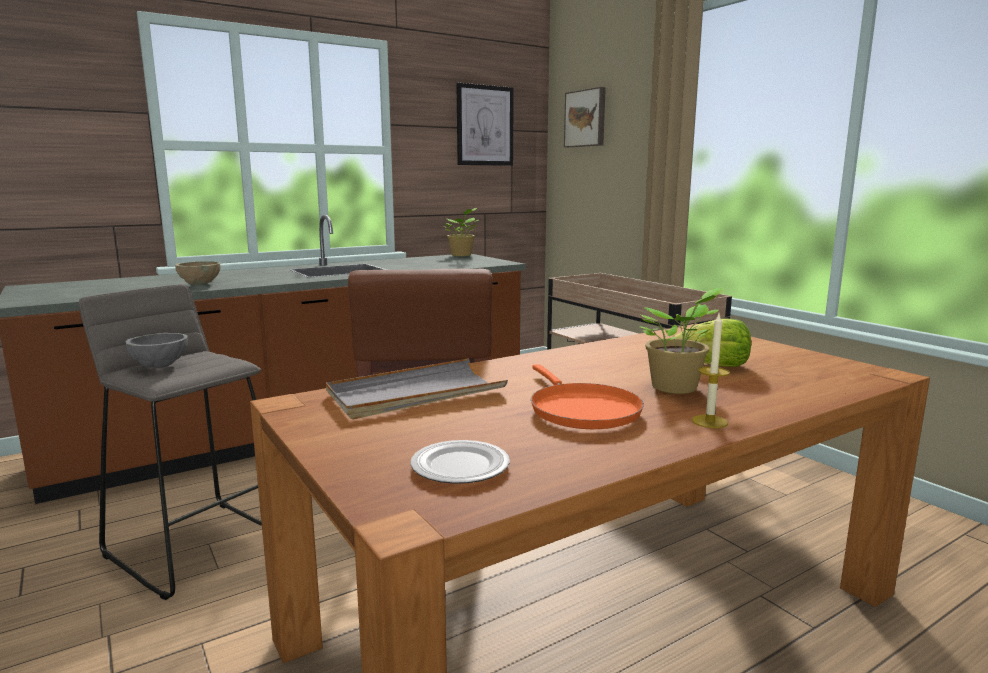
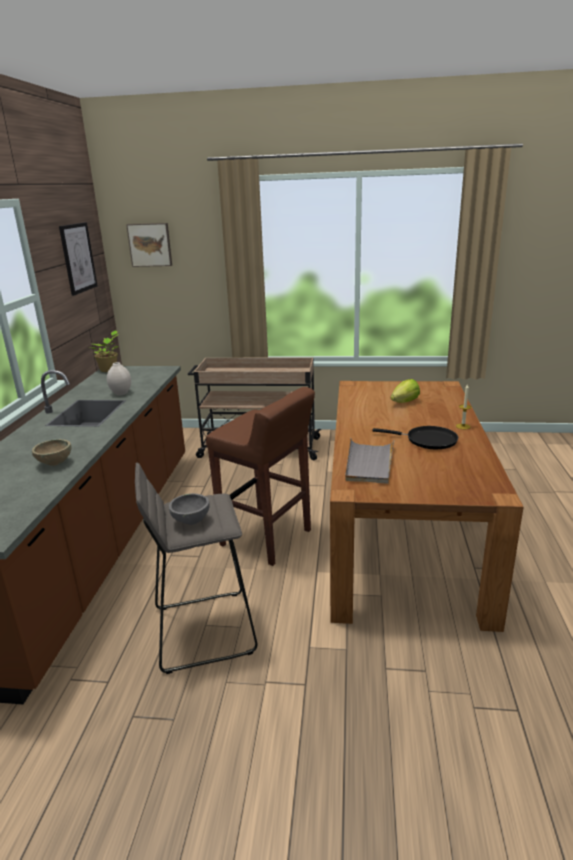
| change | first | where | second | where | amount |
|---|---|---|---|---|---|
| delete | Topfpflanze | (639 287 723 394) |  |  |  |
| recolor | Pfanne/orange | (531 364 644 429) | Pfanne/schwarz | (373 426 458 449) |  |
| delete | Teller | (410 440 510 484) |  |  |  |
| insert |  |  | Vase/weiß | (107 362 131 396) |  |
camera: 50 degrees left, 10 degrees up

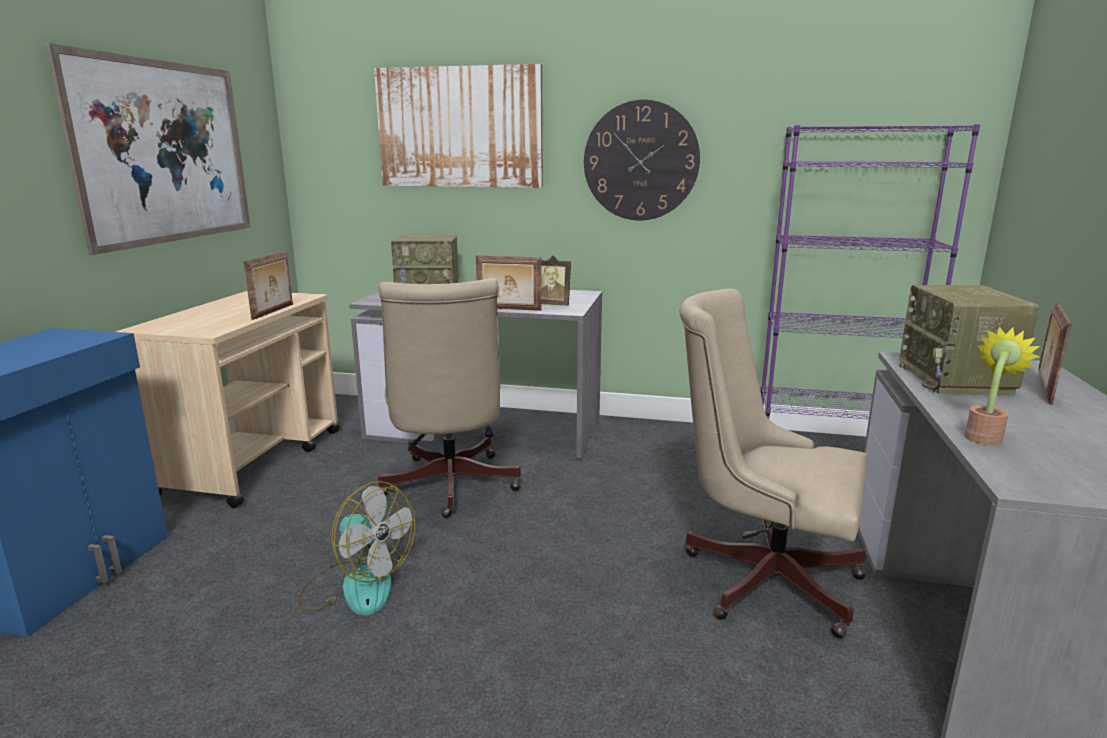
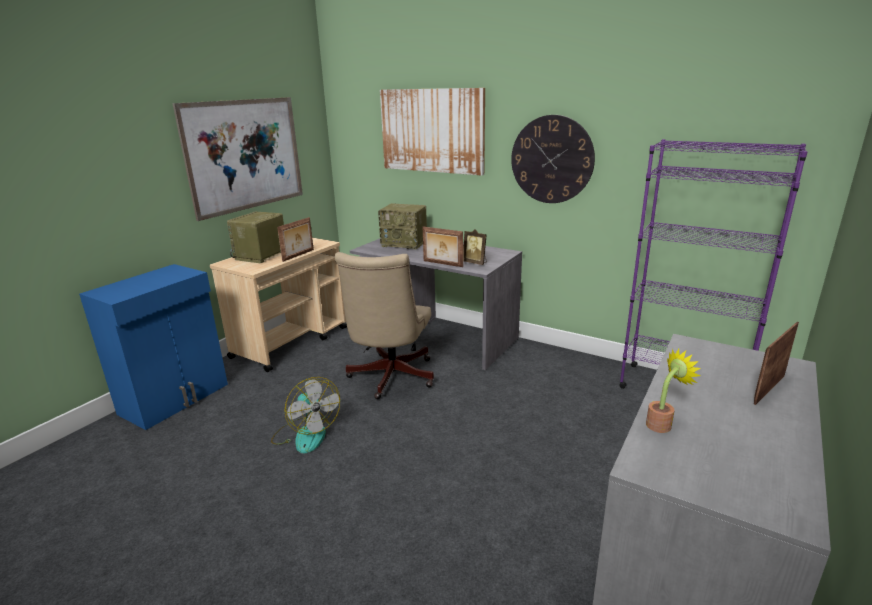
| change | first | where | second | where | amount |
|---|---|---|---|---|---|
| move | Radio | (899 285 1039 396) |  | (227 211 284 263) |  |
| delete | Bürostuhl/beige | (679 288 867 638) |  |  |  |
camera: 20 degrees right, 5 degrees up

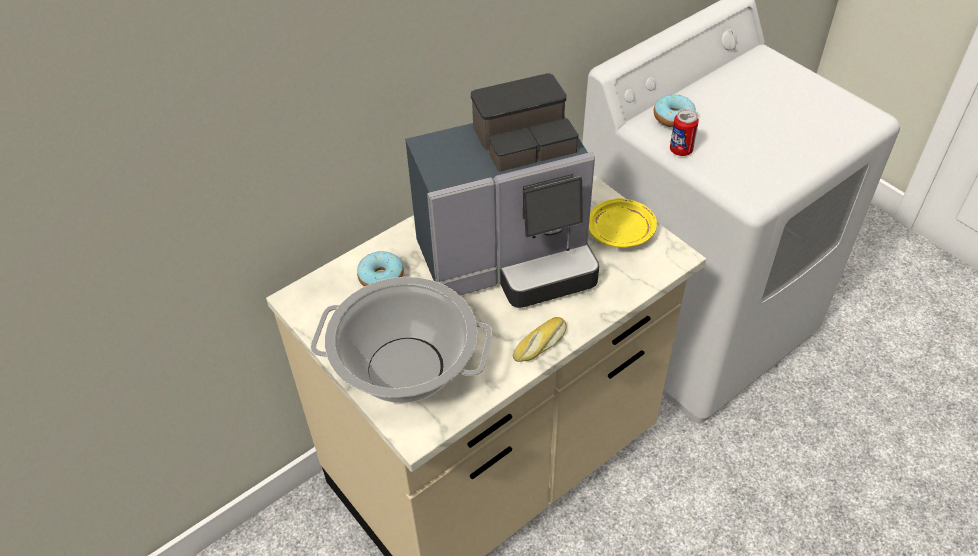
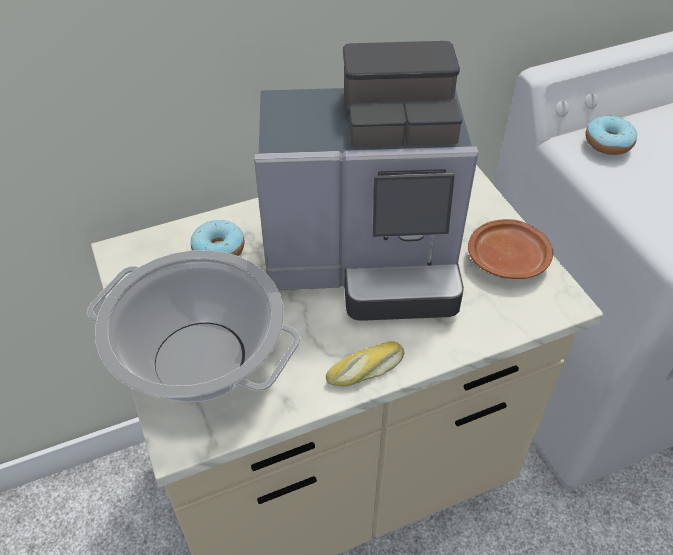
| change | first | where | second | where | amount |
|---|---|---|---|---|---|
| delete | Dose | (670 110 699 156) |  |  |  |
| recolor | Teller/gelb | (589 198 657 248) | Teller/braun | (468 219 554 279) |  |
camera: 15 degrees right, 0 degrees up

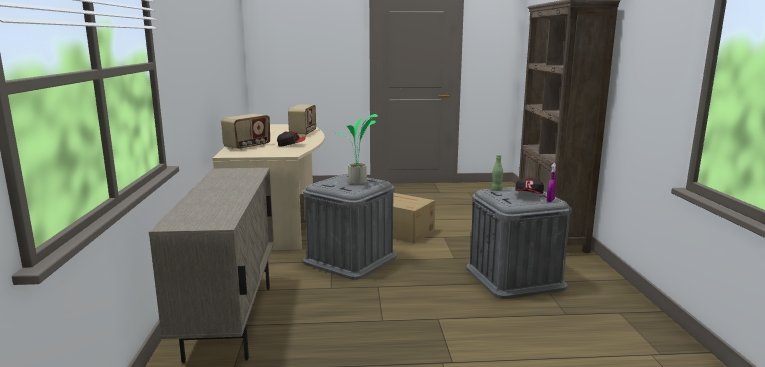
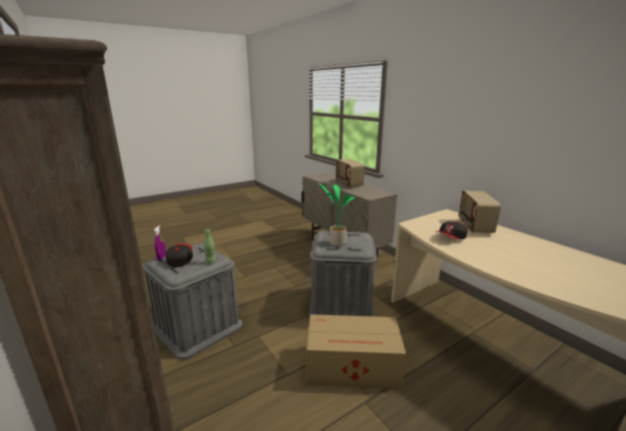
| change | first | where | second | where | amount |
|---|---|---|---|---|---|
| move | Radio | (288 105 316 136) |  | (336 159 365 188) |  |
camera: 150 degrees right, 5 degrees up

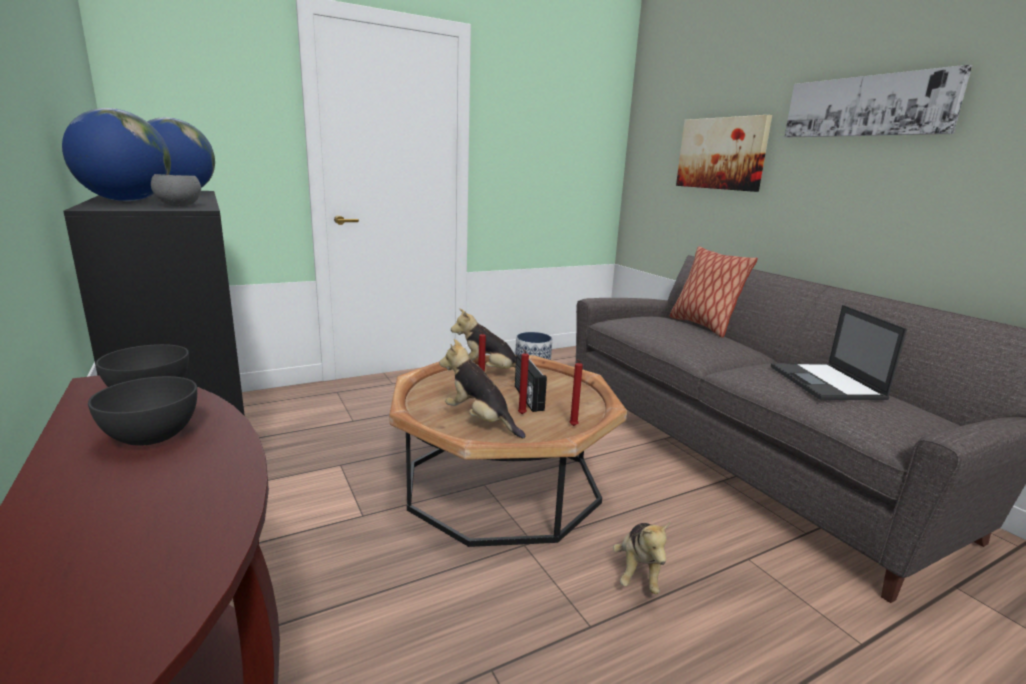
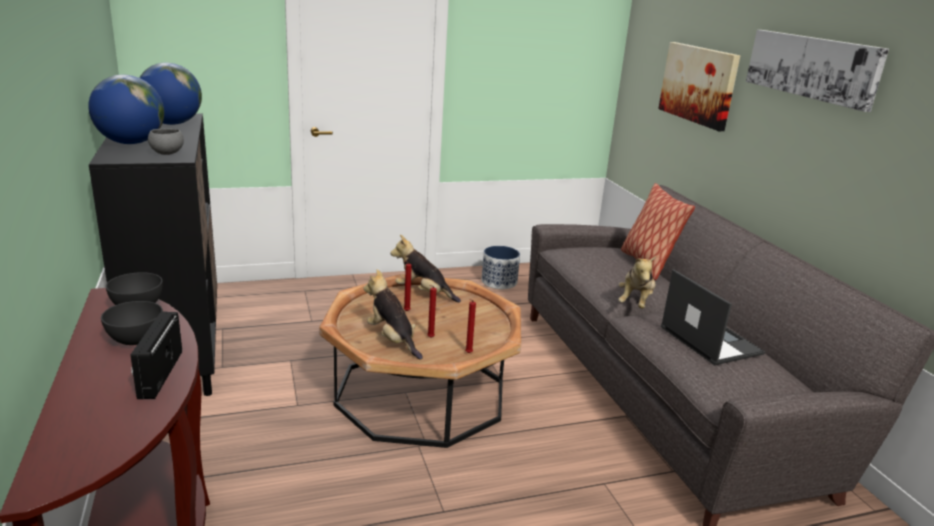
| change | first | where | second | where | amount |
|---|---|---|---|---|---|
| rotate | Laptop | (771 305 907 400) |  | (661 269 765 365) | 150 degrees clockwise |
| move | Radio | (515 355 547 412) |  | (131 311 182 399) |  |
| move | Plüschtier | (613 522 670 594) |  | (618 256 656 308) |  |
camera: 10 degrees right, 5 degrees up

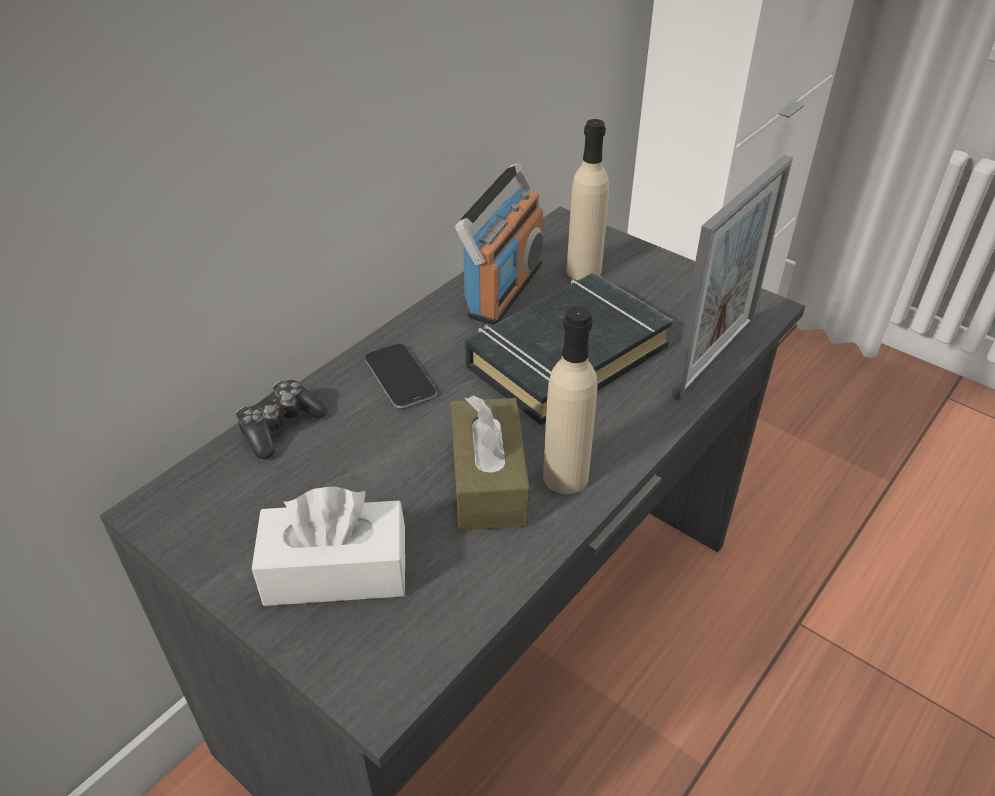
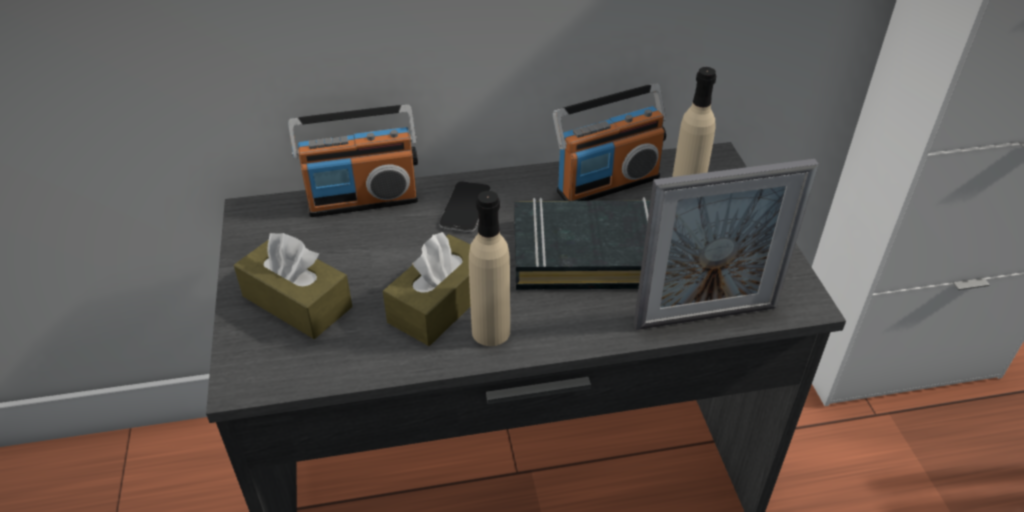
| change | first | where | second | where | amount |
|---|---|---|---|---|---|
| replace | Gamepad | (235 380 328 459) | Radio | (288 104 418 217) |  |
| recolor | Taschentuchbox/weiß | (252 486 405 606) | Taschentuchbox/braun | (234 233 352 339) |  |
camera: 40 degrees right, 0 degrees up

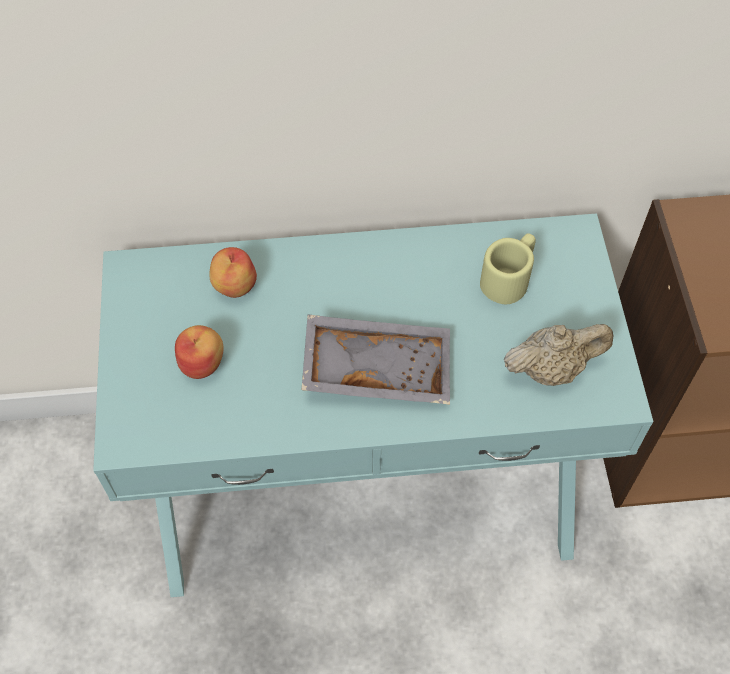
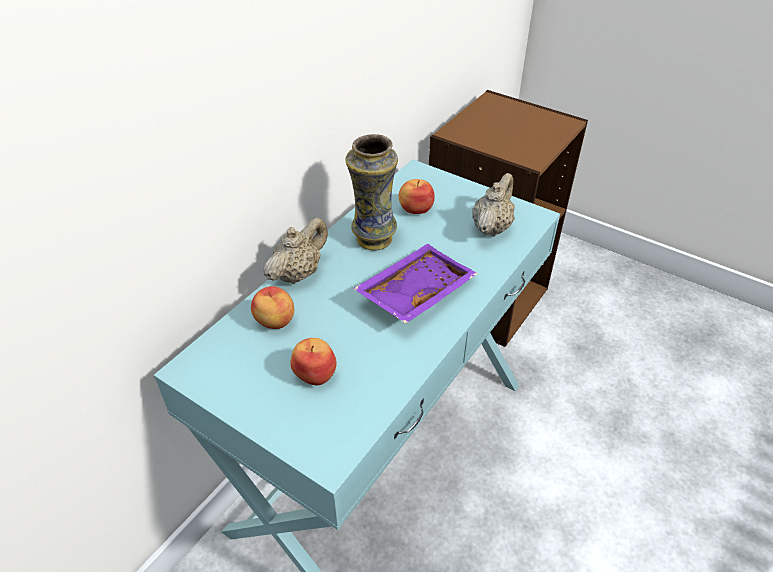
| change | first | where | second | where | amount |
|---|---|---|---|---|---|
| replace | Henkelbecher/beige | (480 233 536 304) | Apfel | (399 179 435 214) |  |
| recolor | Tablett/grau | (301 315 450 405) | Tablett/lila | (353 244 478 324) |  |
| insert |  |  | Vase | (345 134 398 251) |  |
| insert |  |  | Teekanne/beige | (264 217 328 284) |  |
camera: 50 degrees left, 15 degrees down

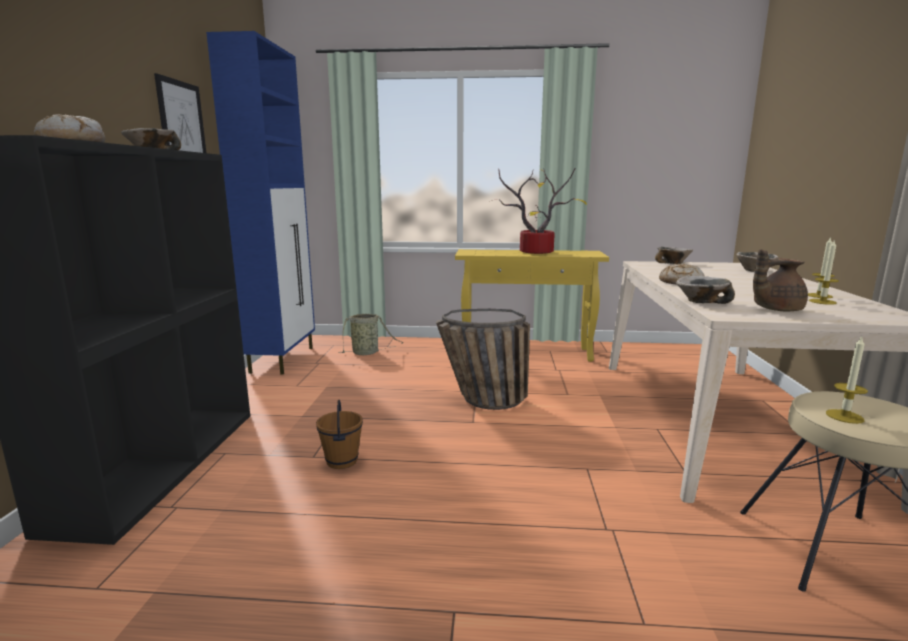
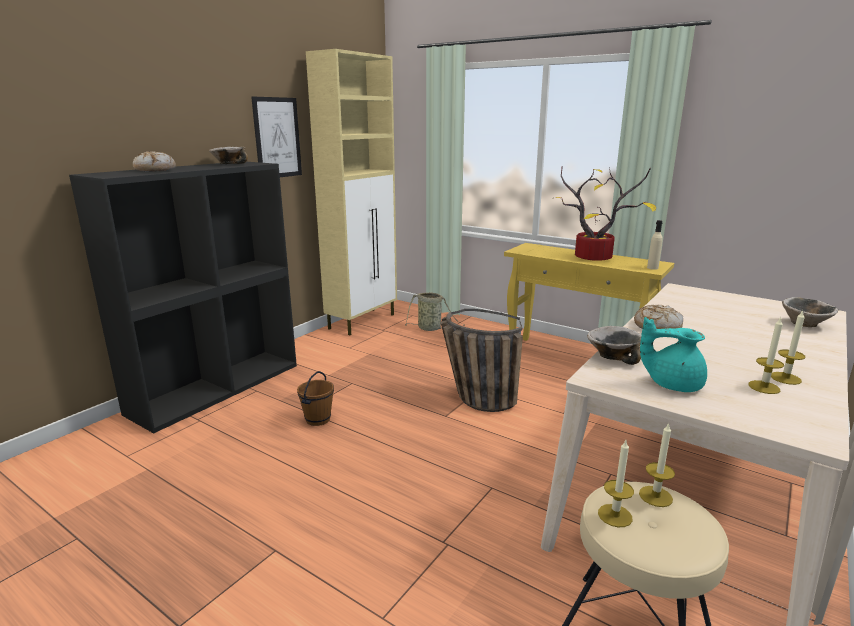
| change | first | where | second | where | amount |
|---|---|---|---|---|---|
| recolor | Schrank/blau | (206 31 315 375) | Schrank/beige | (306 49 397 335) |  |
| delete | Schüssel | (655 247 693 264) |  |  |  |
| recolor | Teekanne/braun | (753 249 808 311) | Teekanne/türkis | (640 317 707 392) |  |
| insert |  |  | Flasche/beige | (647 220 663 270) |  |
| insert |  |  | Kerze | (639 423 675 507) |  |
camera: 30 degrees right, 5 degrees up

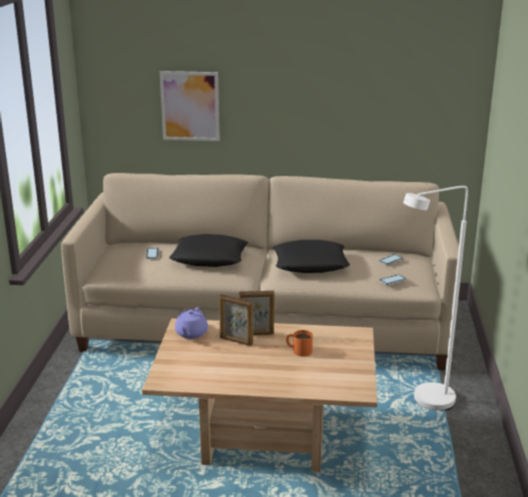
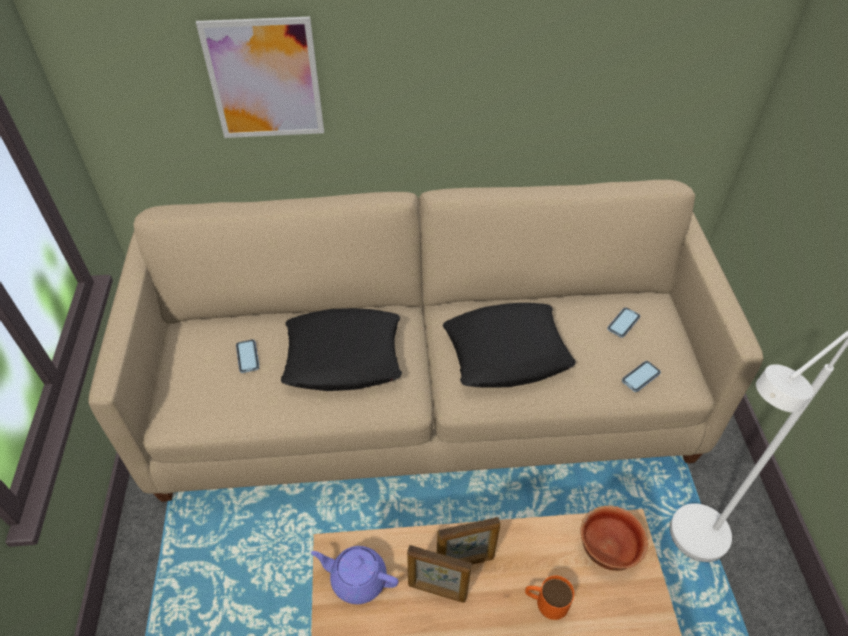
| change | first | where | second | where | amount |
|---|---|---|---|---|---|
| rotate | Teekanne/lila | (175 307 208 339) |  | (311 546 398 604) | 105 degrees clockwise |
| insert |  |  | Schüssel | (581 506 648 571) |  |
camera: 10 degrees left, 25 degrees up

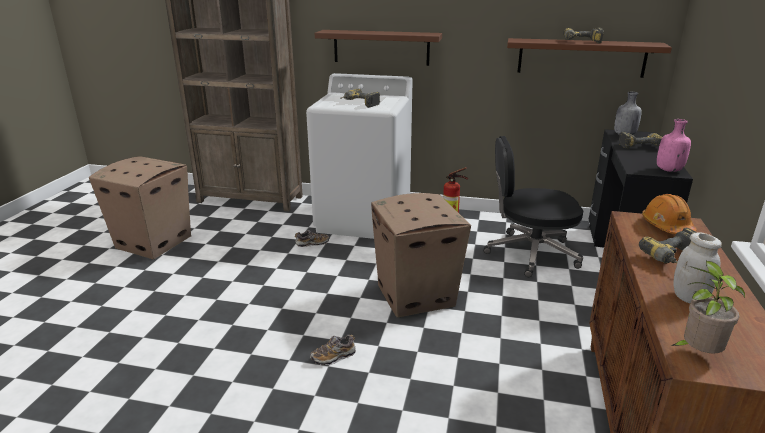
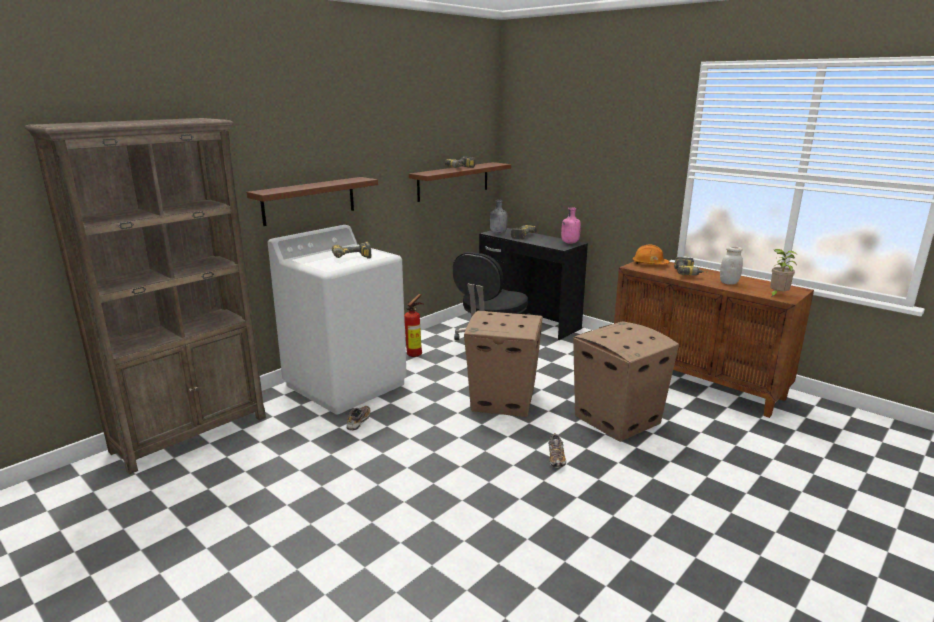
| change | first | where | second | where | amount |
|---|---|---|---|---|---|
| move | Karton | (89 156 191 259) |  | (573 321 679 442) |  |
camera: 60 degrees left, 5 degrees down

